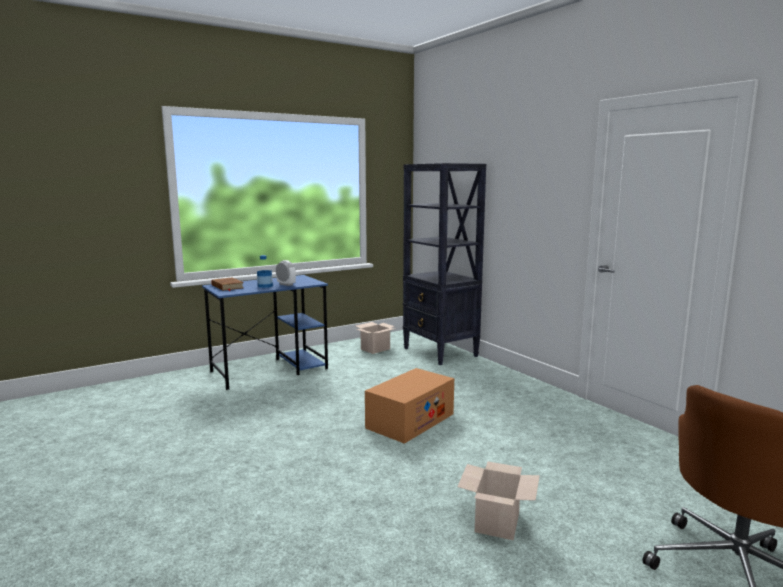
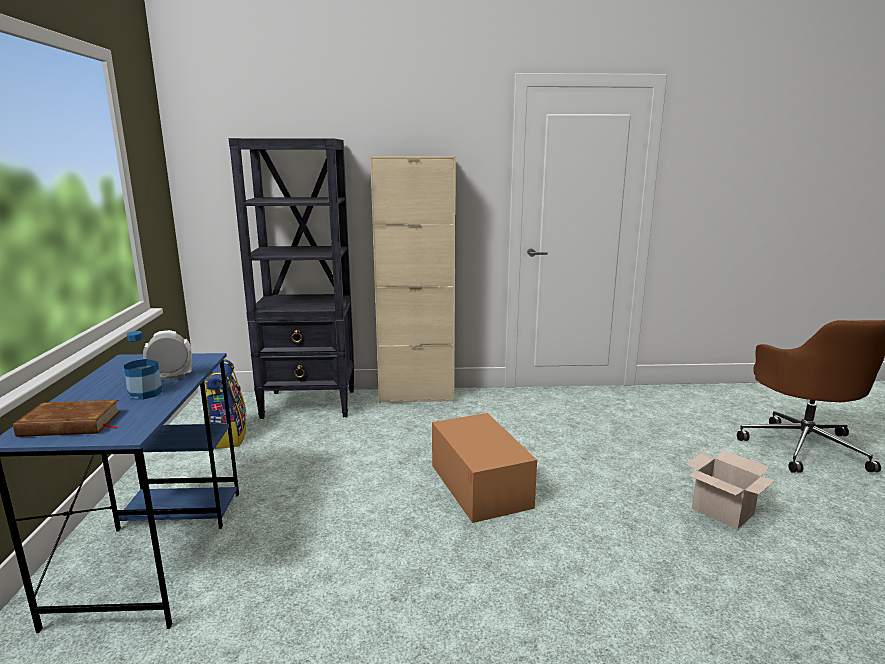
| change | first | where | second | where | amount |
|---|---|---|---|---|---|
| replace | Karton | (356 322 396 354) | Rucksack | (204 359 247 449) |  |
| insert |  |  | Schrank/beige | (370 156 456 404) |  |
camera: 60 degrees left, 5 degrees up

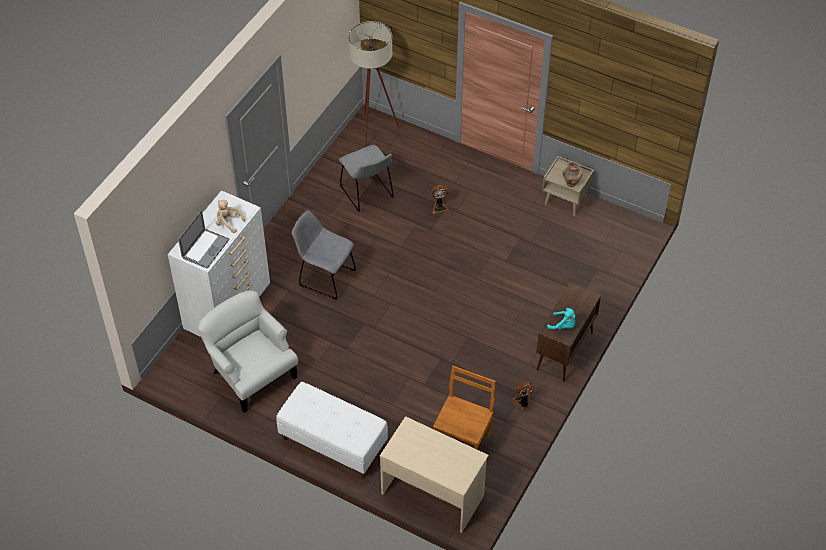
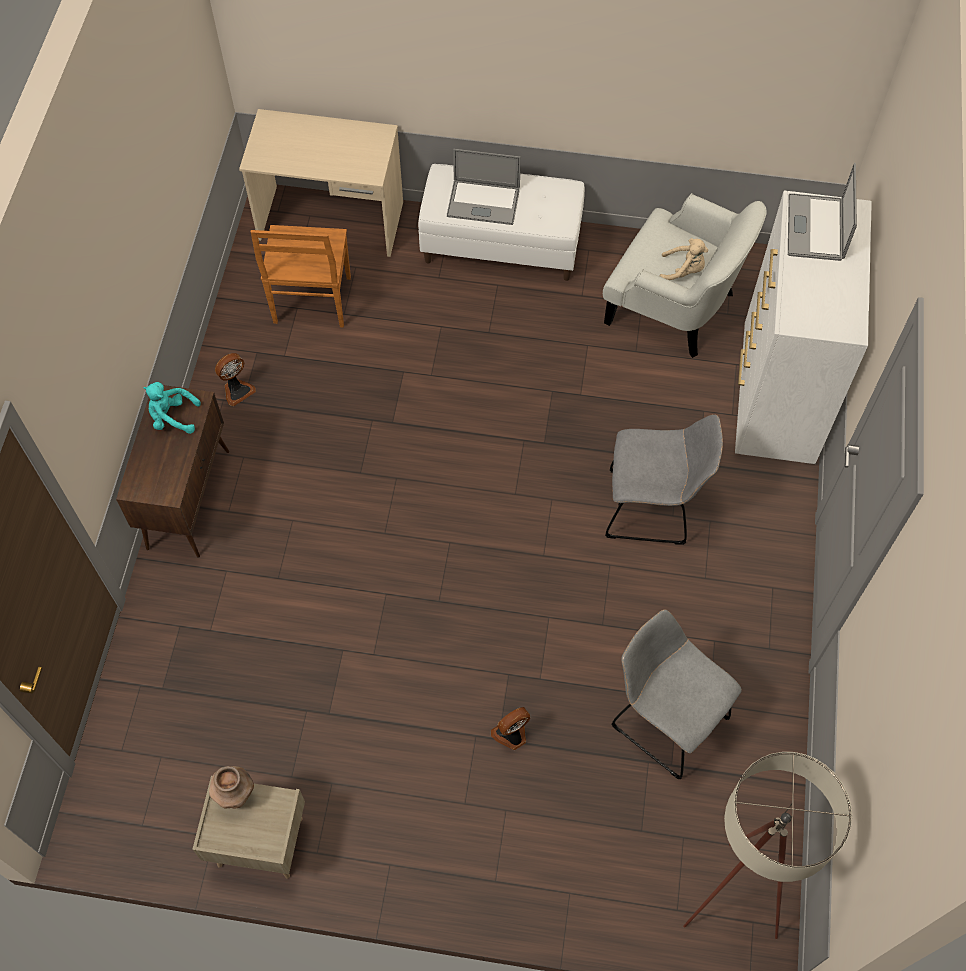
| change | first | where | second | where | amount |
|---|---|---|---|---|---|
| move | Plüschtier/beige | (216 200 246 233) |  | (660 238 708 280) |  |
| insert |  |  | Laptop | (447 149 521 225) |  |
camera: 160 degrees right, 10 degrees up

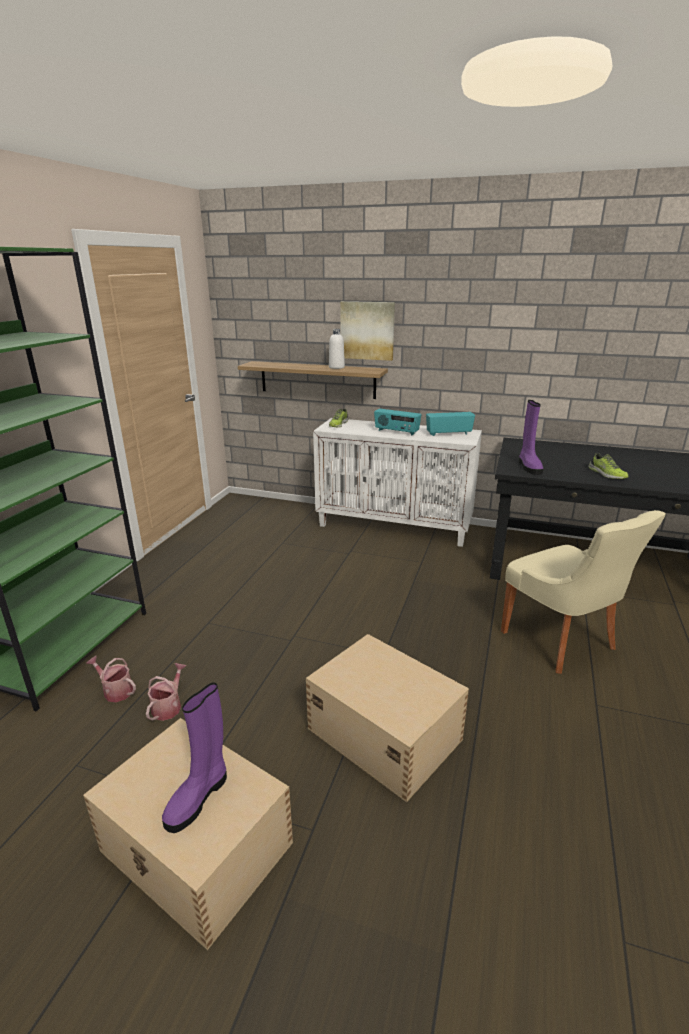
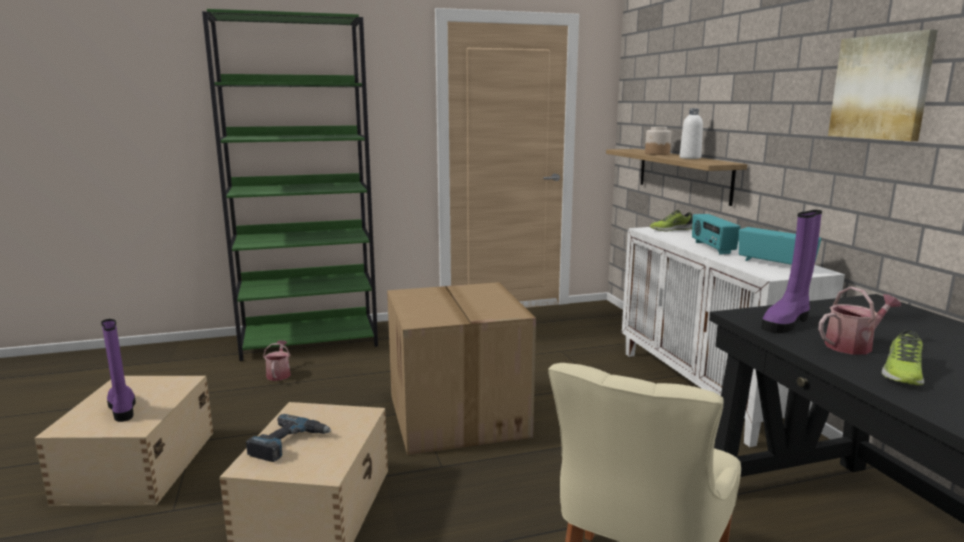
| change | first | where | second | where | amount |
|---|---|---|---|---|---|
| move | Bild | (340 301 395 361) |  | (828 29 938 141) |  |
| move | Gießkanne | (146 663 186 721) |  | (818 286 901 355) |  |
| rotate | Stiefel/lila | (162 682 227 833) |  | (101 319 136 422) | 60 degrees clockwise |
| insert |  |  | Vorratsglas | (645 127 672 155) |  |
| insert |  |  | Karton | (387 282 536 455) |  |
| insert |  |  | Bohrmaschine | (246 414 331 462) |  |
camera: 55 degrees right, 10 degrees down

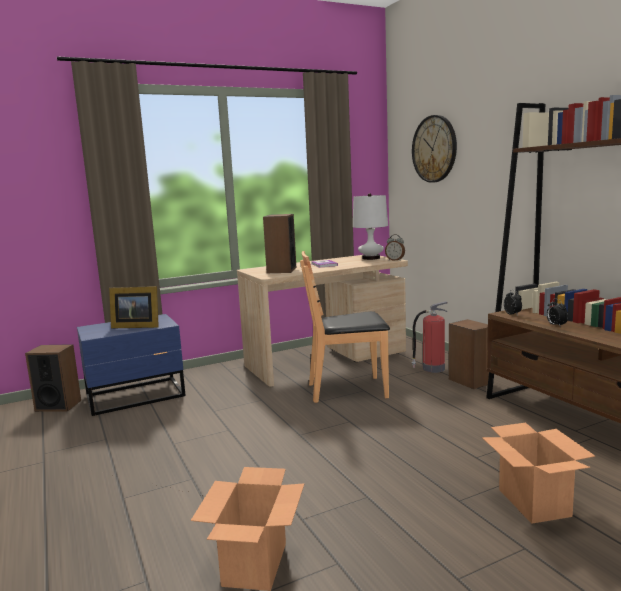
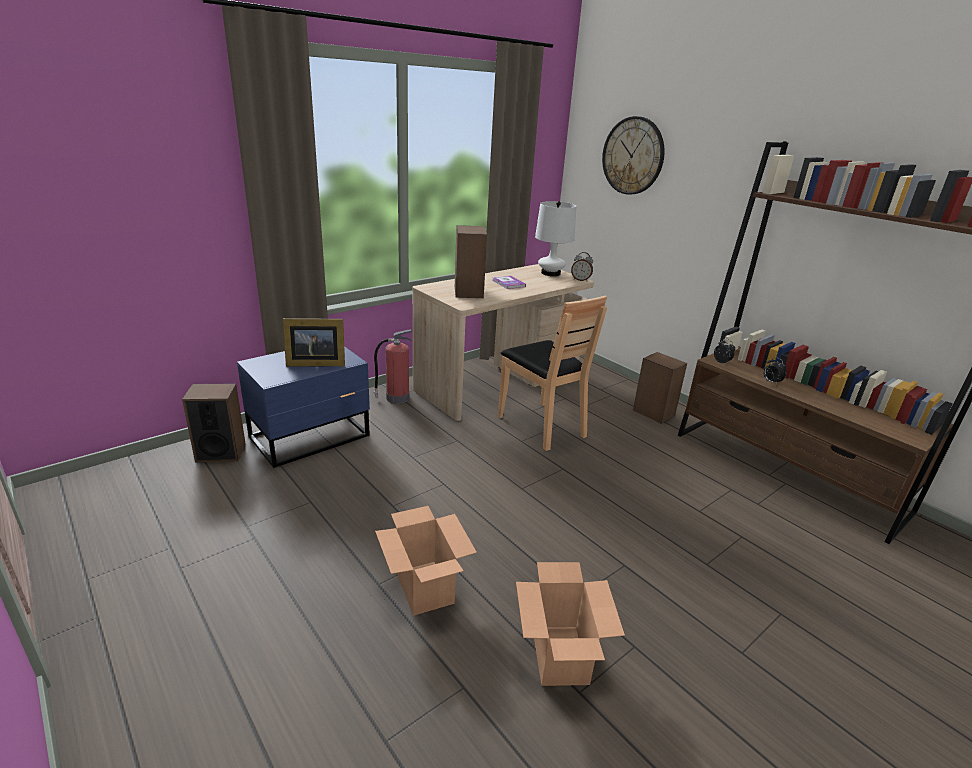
| change | first | where | second | where | amount |
|---|---|---|---|---|---|
| rotate | Stuhl/braun | (300 251 390 403) |  | (498 296 607 451) | 105 degrees counterclockwise |
| move | Feuerlöscher | (412 301 448 373) |  | (374 329 412 403) |  |
| move | Karton | (482 423 596 524) |  | (375 506 477 616) |  |
camera: 15 degrees left, 15 degrees up

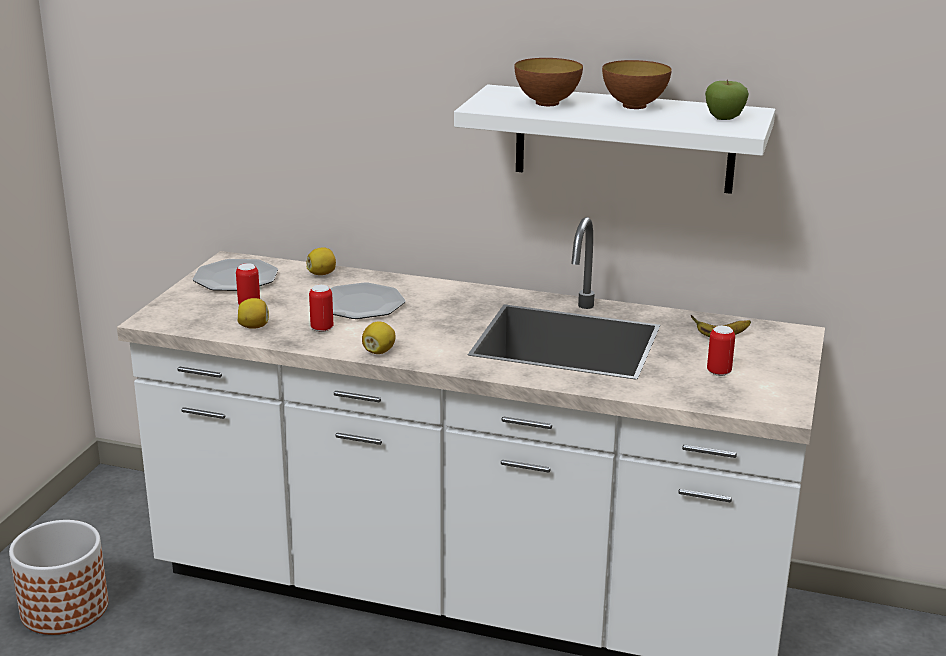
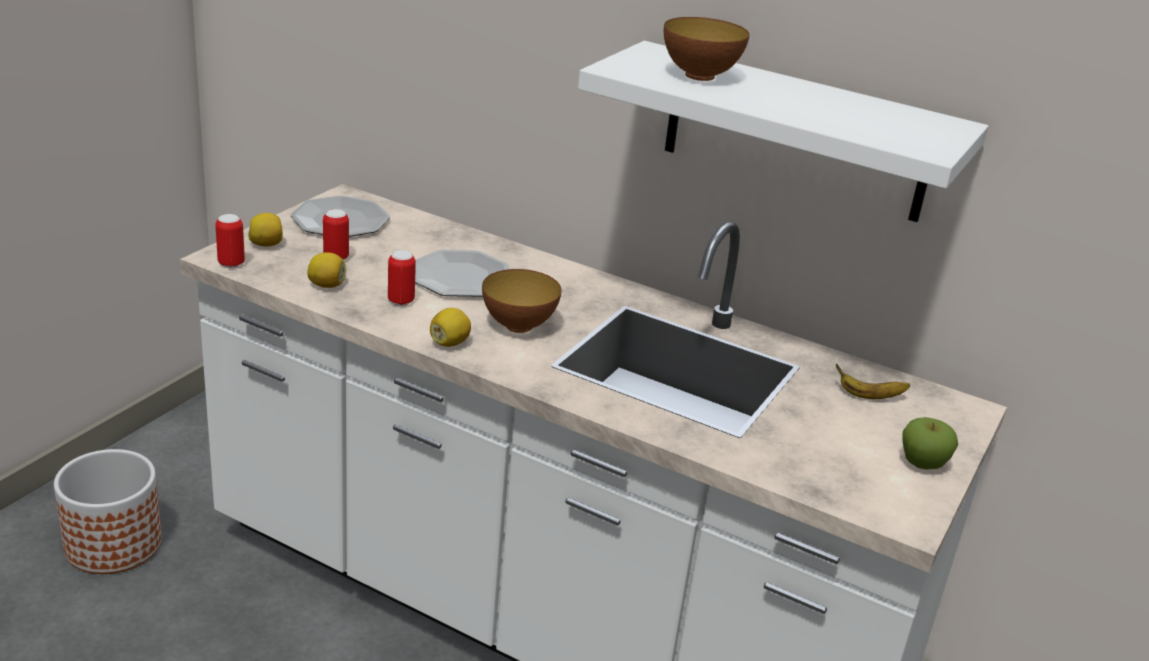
| change | first | where | second | where | amount |
|---|---|---|---|---|---|
| move | Schüssel | (602 60 672 109) |  | (482 269 562 333) |  |
| move | Apfel | (705 80 749 120) |  | (902 417 958 469) |  |
| move | Zitrone | (307 247 336 275) |  | (248 213 283 247) |  |
| move | Dose | (707 326 735 376) |  | (215 214 245 268) |  |
camera: 10 degrees right, 5 degrees up

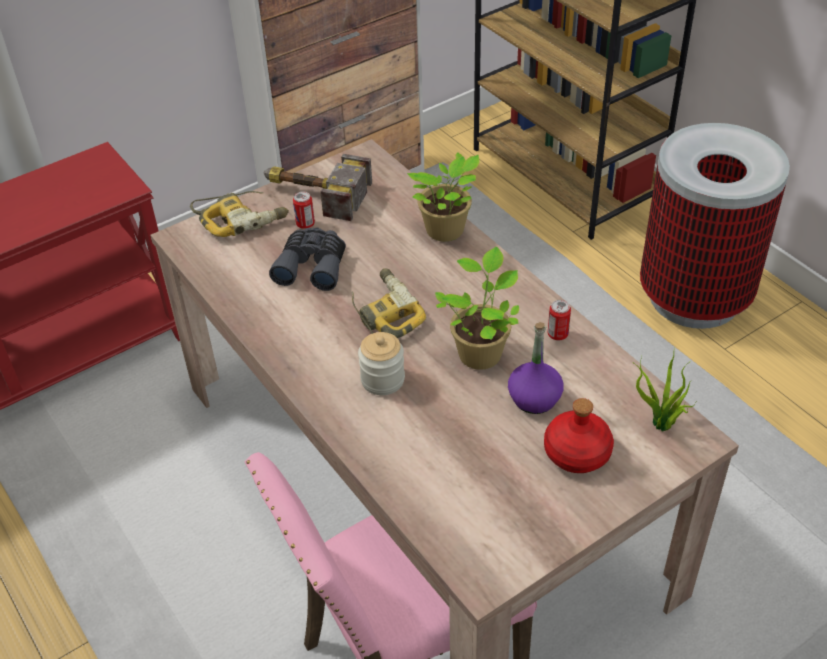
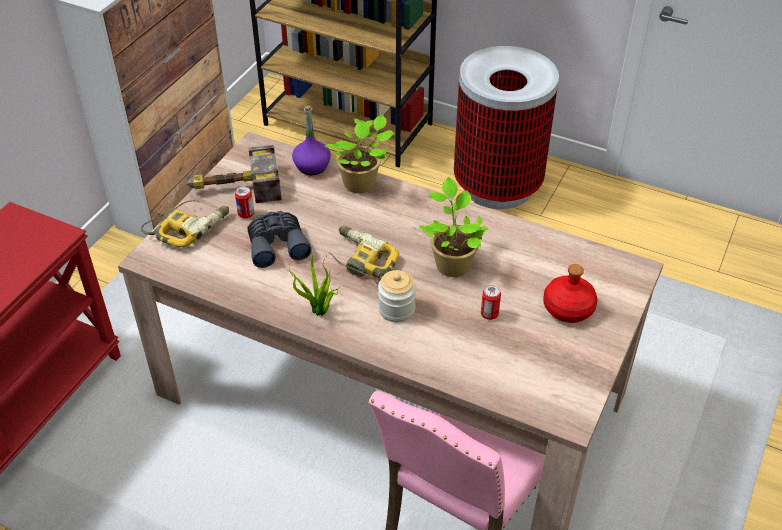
| change | first | where | second | where | amount |
|---|---|---|---|---|---|
| move | Dose | (548 300 571 340) |  | (481 285 501 320) |  |
| move | Flasche/lila | (508 322 563 414) |  | (292 105 331 175) |  |
| move | Topfpflanze | (634 347 696 431) |  | (287 252 340 316) |  |
camera: 30 degrees left, 0 degrees up

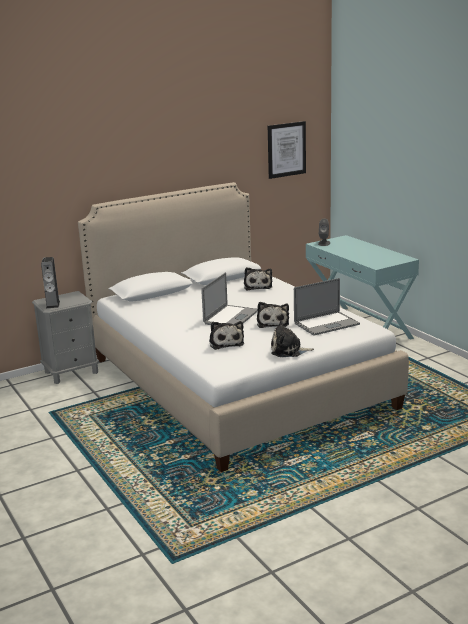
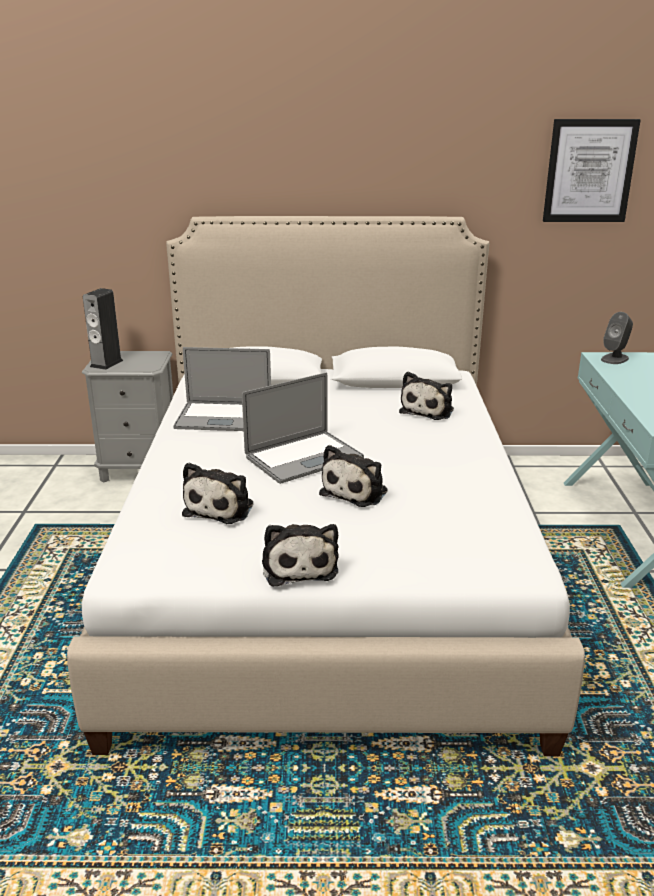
| change | first | where | second | where | amount |
|---|---|---|---|---|---|
| move | Laptop | (294 278 360 336) |  | (173 347 271 431) |  |
| rotate | Plüschtier | (271 320 314 357) |  | (262 524 339 587) | 135 degrees counterclockwise |
camera: 30 degrees right, 5 degrees up

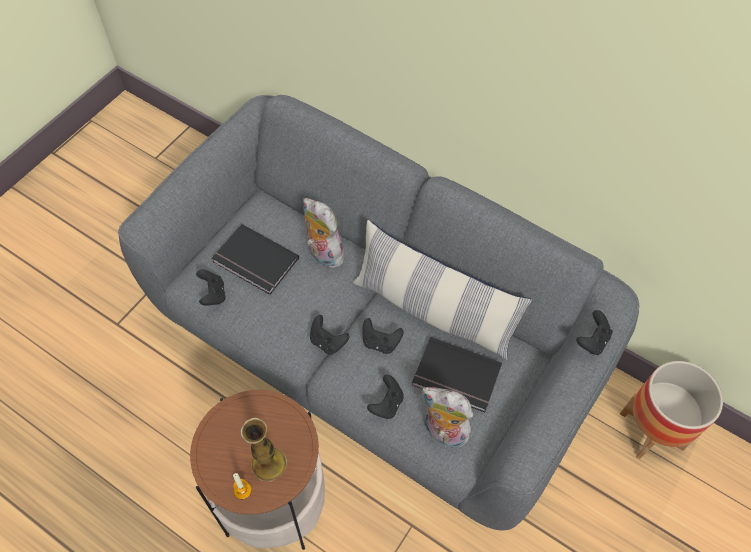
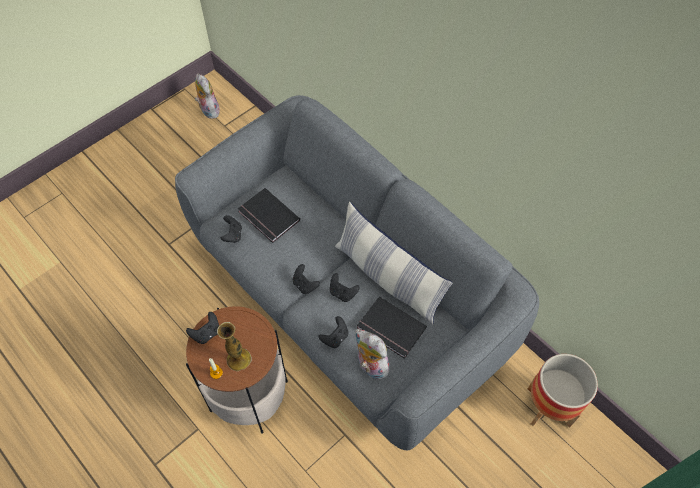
| change | first | where | second | where | amount |
|---|---|---|---|---|---|
| move | Plüschtier | (303 198 345 269) |  | (195 73 220 119) |  |
| move | Gamepad/schwarz | (576 310 613 355) |  | (186 312 219 344) |  |
camera: 15 degrees right, 0 degrees up

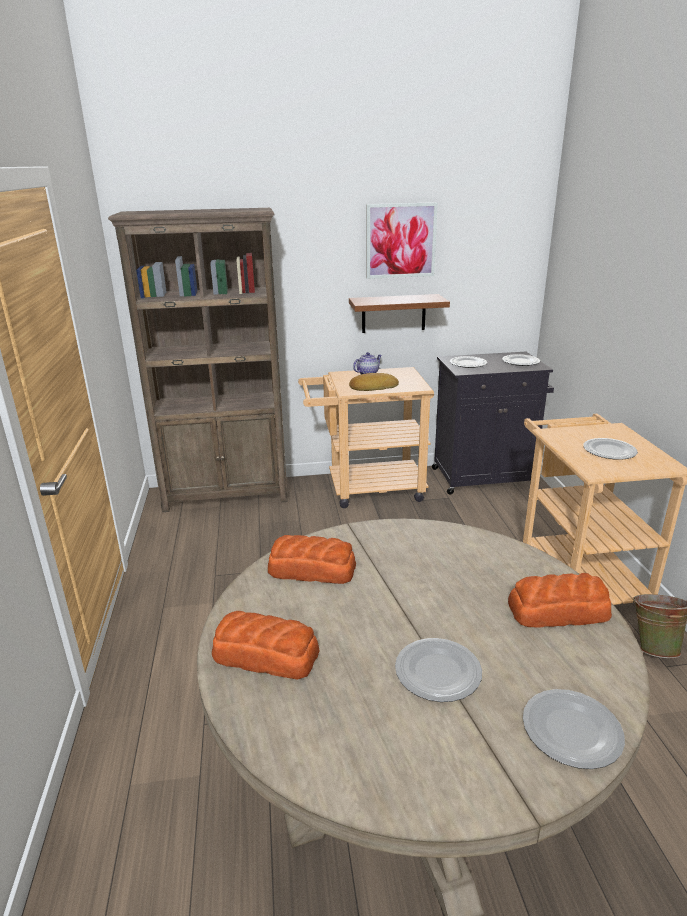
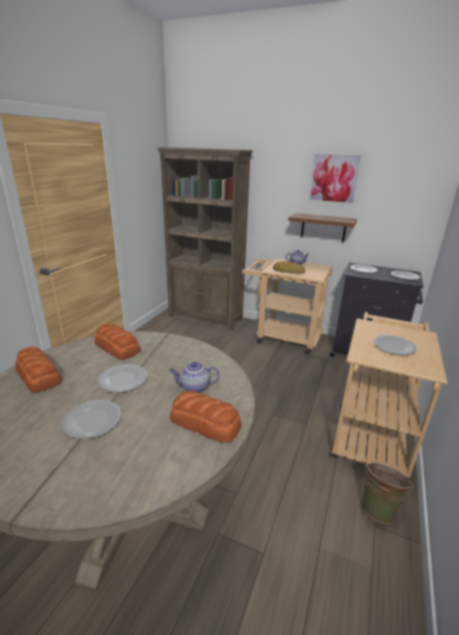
| change | first | where | second | where | amount |
|---|---|---|---|---|---|
| move | Teller | (523 689 625 769) |  | (97 364 147 393) |  |
| insert |  |  | Teekanne | (169 362 220 393) |  |
camera: 30 degrees right, 0 degrees up

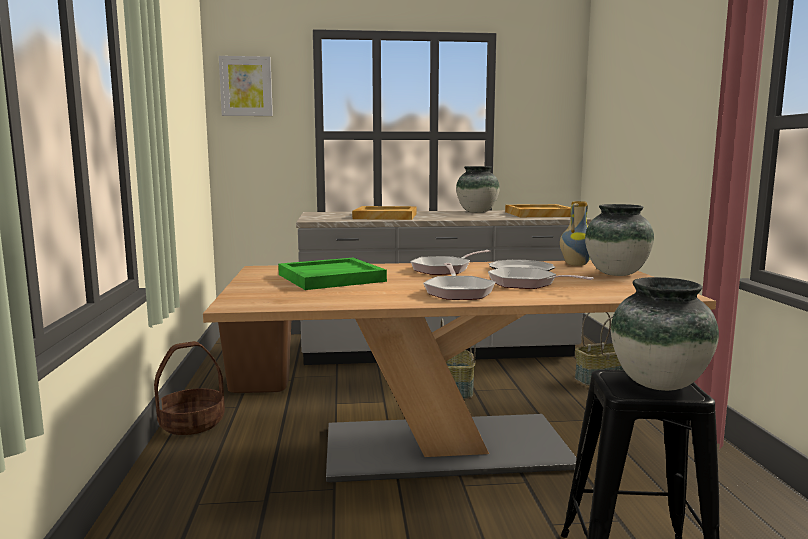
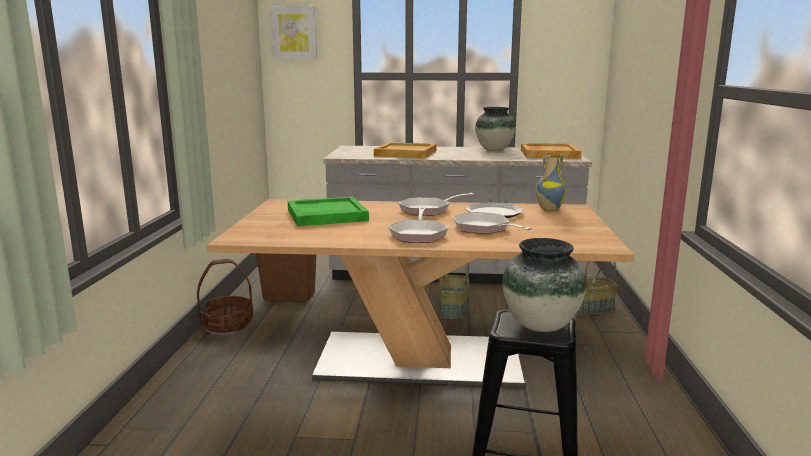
| change | first | where | second | where | amount |
|---|---|---|---|---|---|
| delete | Vase | (585 204 654 276) |  |  |  |
camera: 10 degrees right, 5 degrees up

